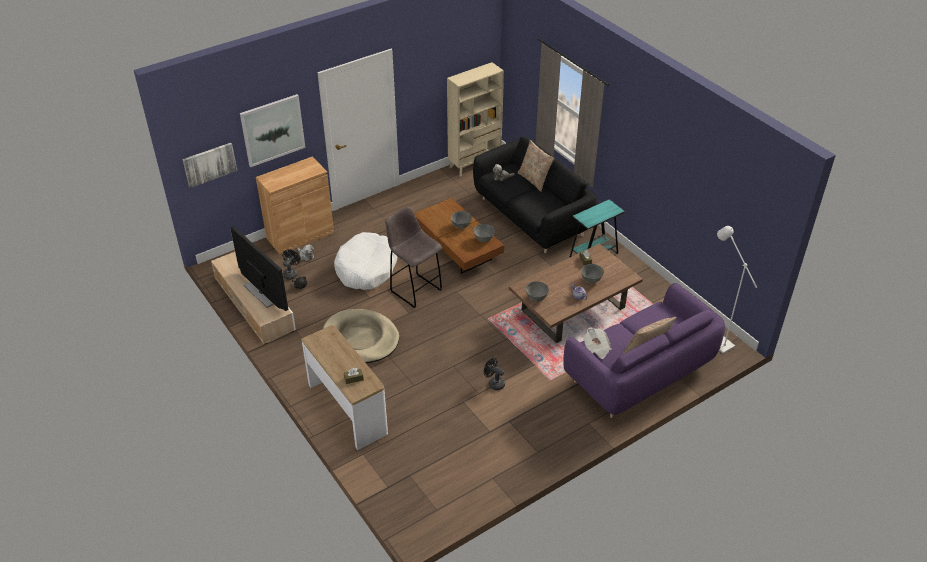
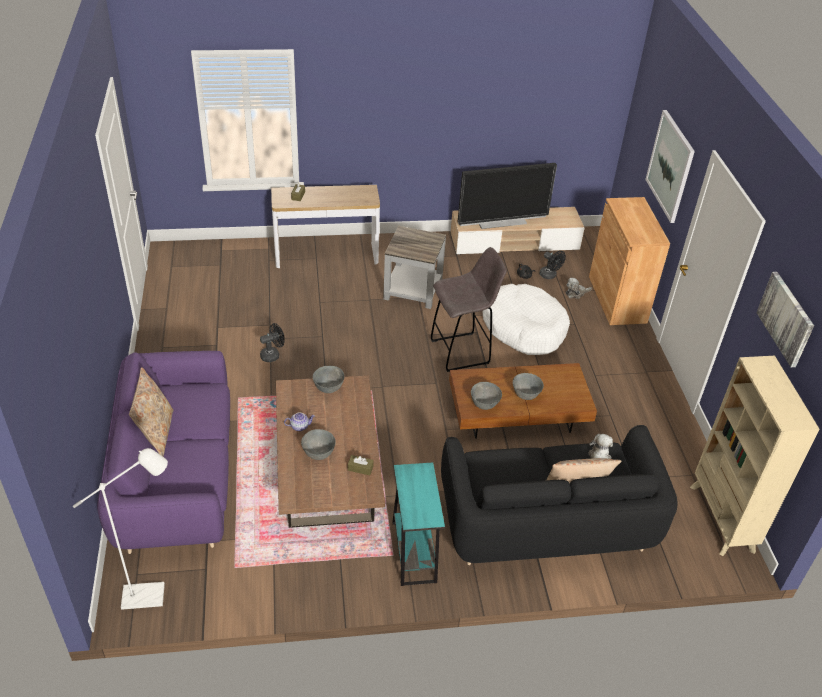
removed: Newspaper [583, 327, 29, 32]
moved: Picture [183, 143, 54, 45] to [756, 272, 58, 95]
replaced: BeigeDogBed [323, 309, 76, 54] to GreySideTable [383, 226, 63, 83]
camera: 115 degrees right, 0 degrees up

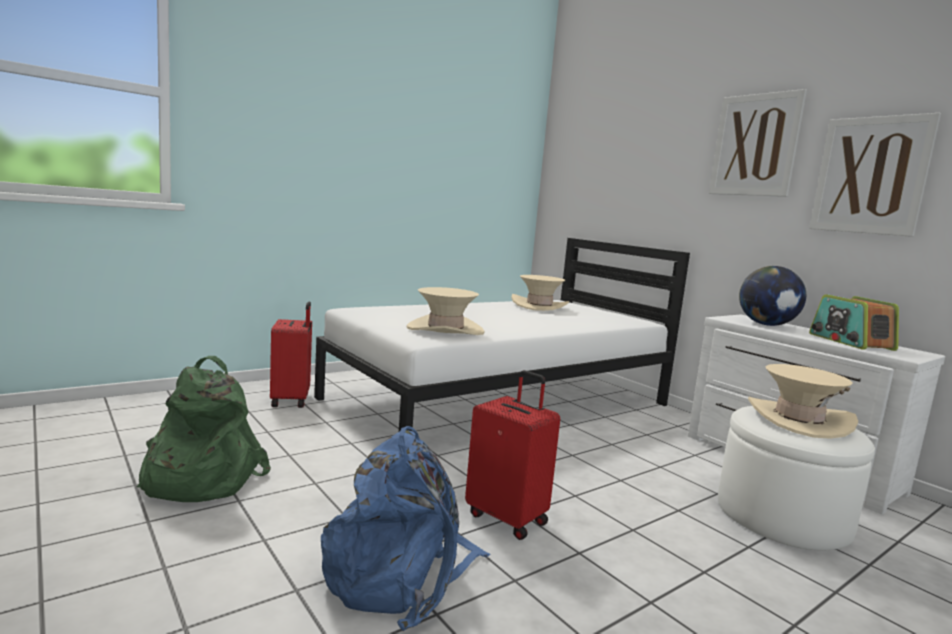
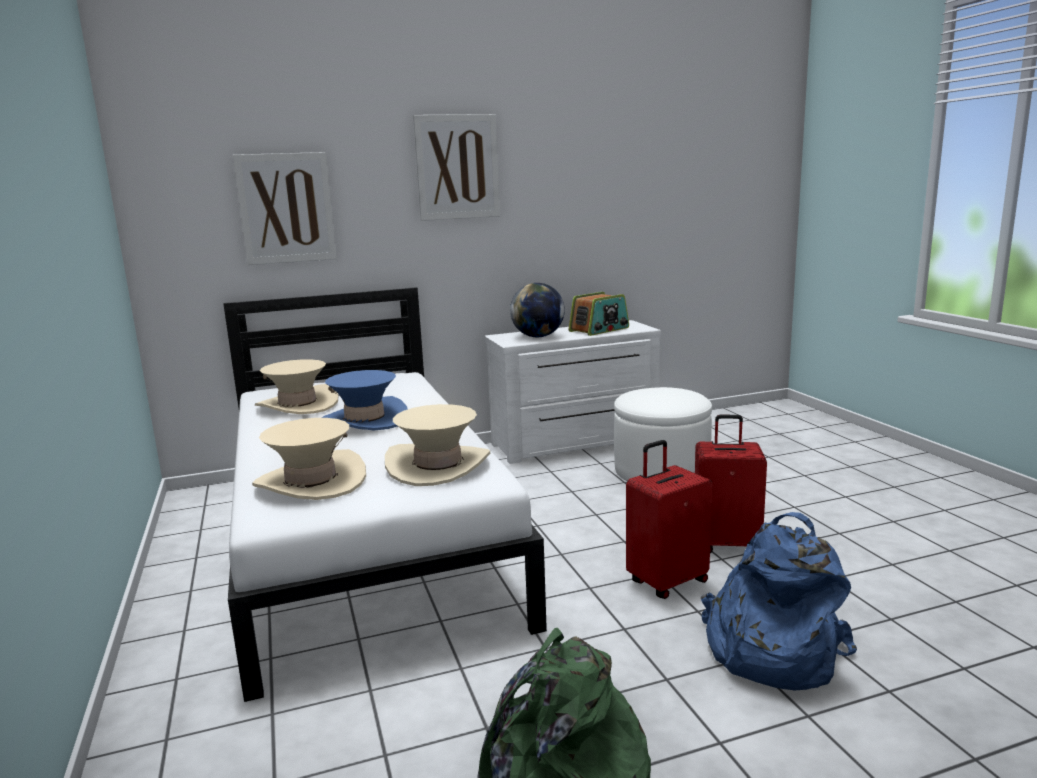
added: BlueHat [322, 370, 86, 60]
moved: RedSuitcase [270, 302, 42, 106] to [695, 415, 72, 138]; BeigeHat [748, 364, 110, 75] to [252, 418, 114, 82]; Picture [809, 113, 132, 124] to [233, 152, 104, 113]
turned: Radio [809, 294, 90, 57] = [568, 292, 61, 44] 45 degrees counterclockwise
camera: 70 degrees left, 5 degrees up

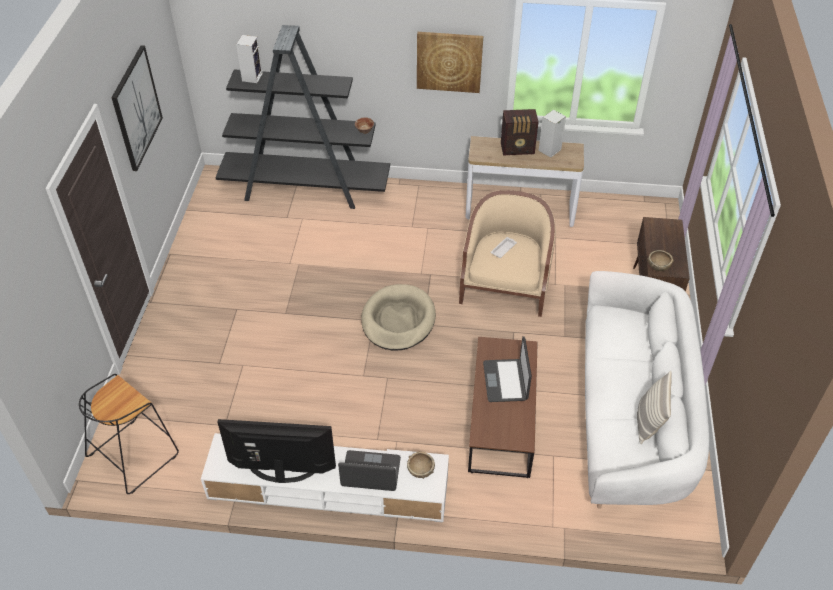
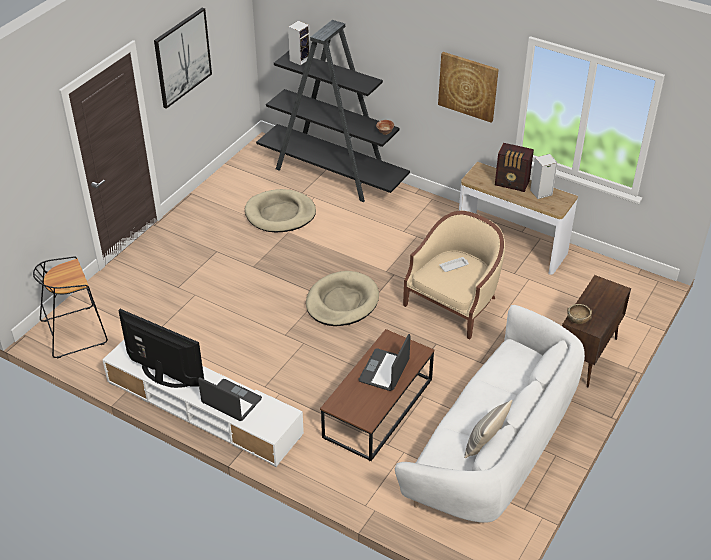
removed: BrownBowl [407, 451, 28, 28]
added: BeigeDogBed [245, 189, 71, 43]
camera: 25 degrees right, 5 degrees down

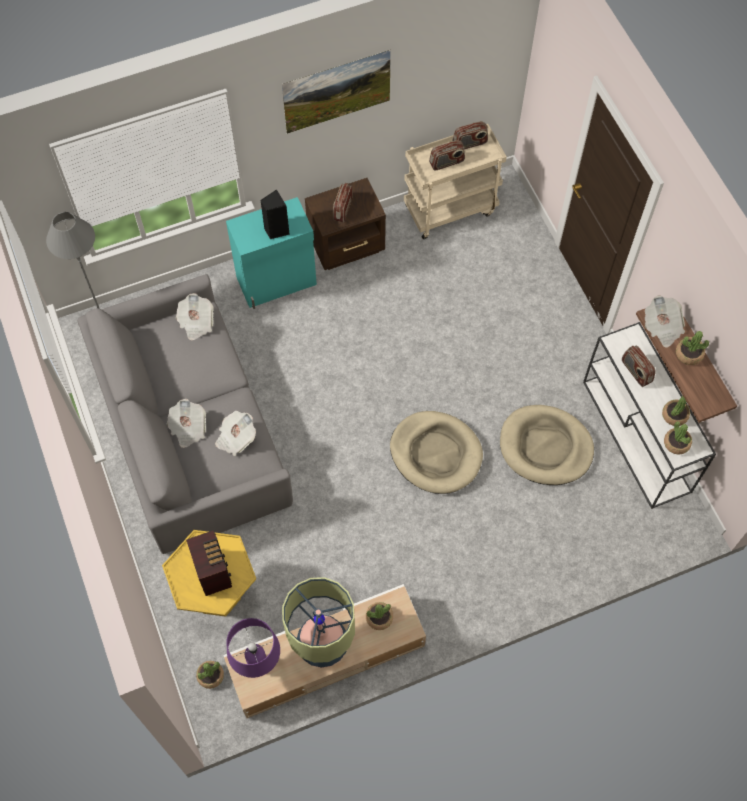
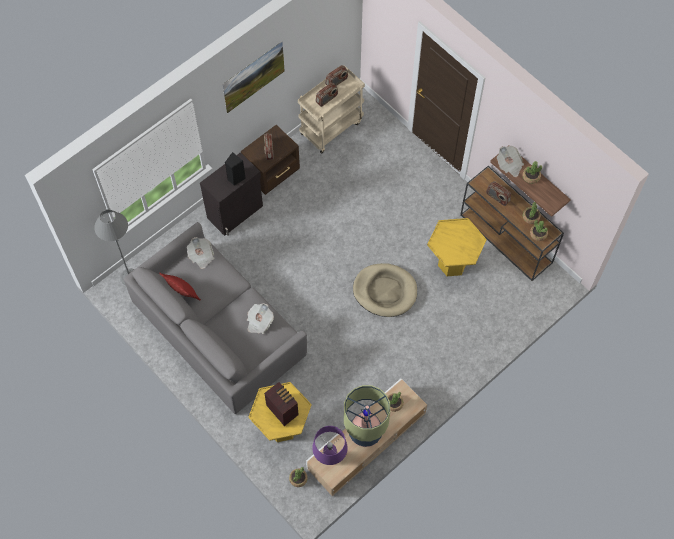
removed: Newspaper [167, 399, 39, 49]
added: RedPillow [159, 273, 42, 28]
replaced: BeigeDogBed [500, 405, 94, 80] to YellowSideTable [427, 218, 60, 58]
recoloured: TurquoiseCabinet [226, 197, 91, 112] to BlackCabinet [200, 152, 63, 84]; WhiteConsoleTable [583, 322, 133, 187] to BrownConsoleTable [460, 166, 104, 115]
camera: 20 degrees left, 0 degrees up

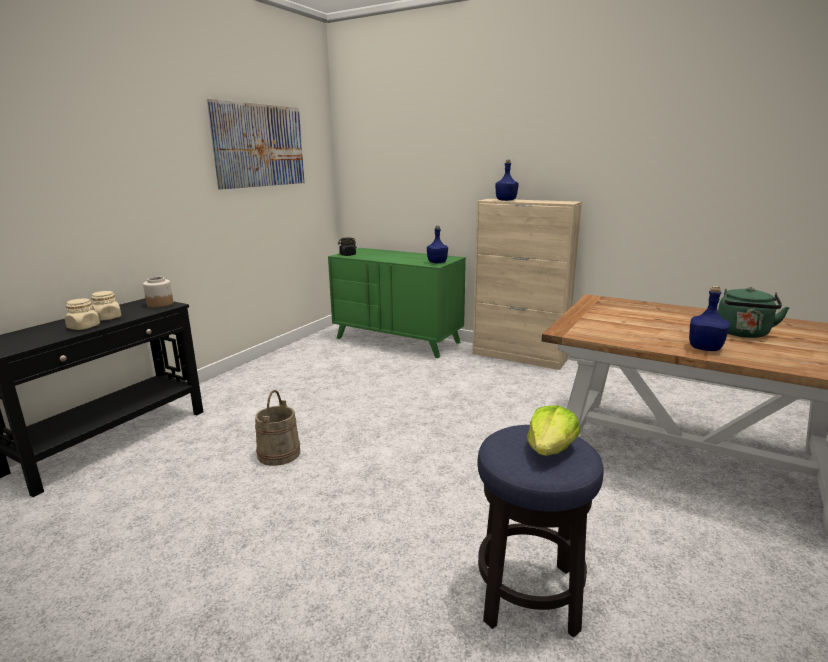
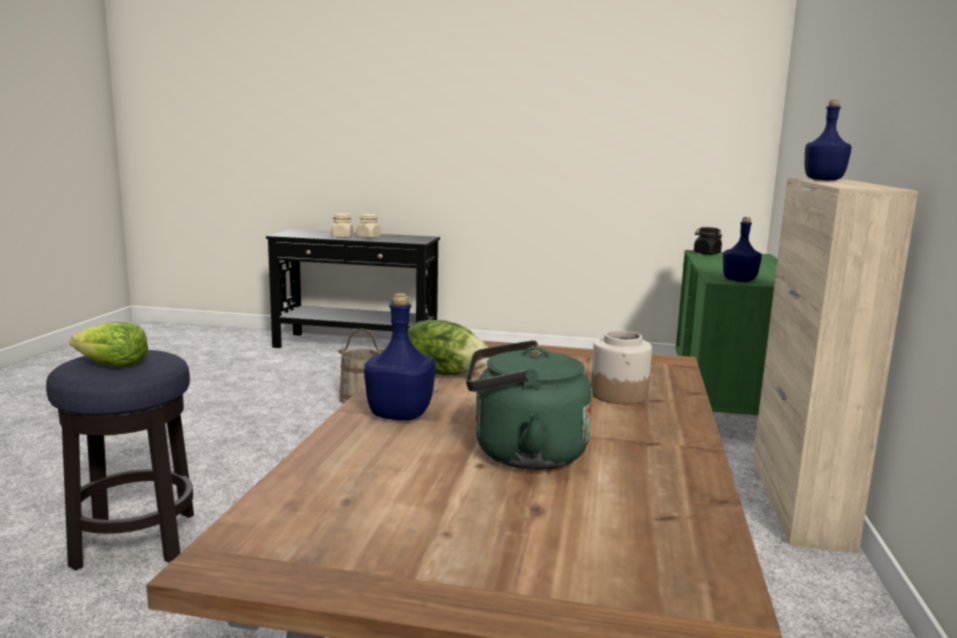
removed: Picture [207, 99, 97, 90]
added: Lettuce [408, 320, 81, 55]
moved: Jar [143, 277, 30, 31] to [591, 331, 61, 73]
camera: 70 degrees right, 5 degrees down

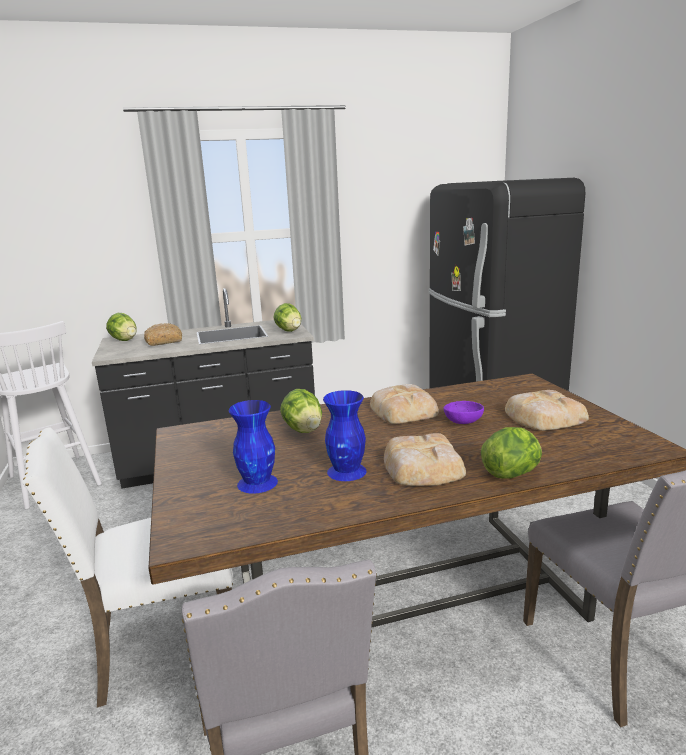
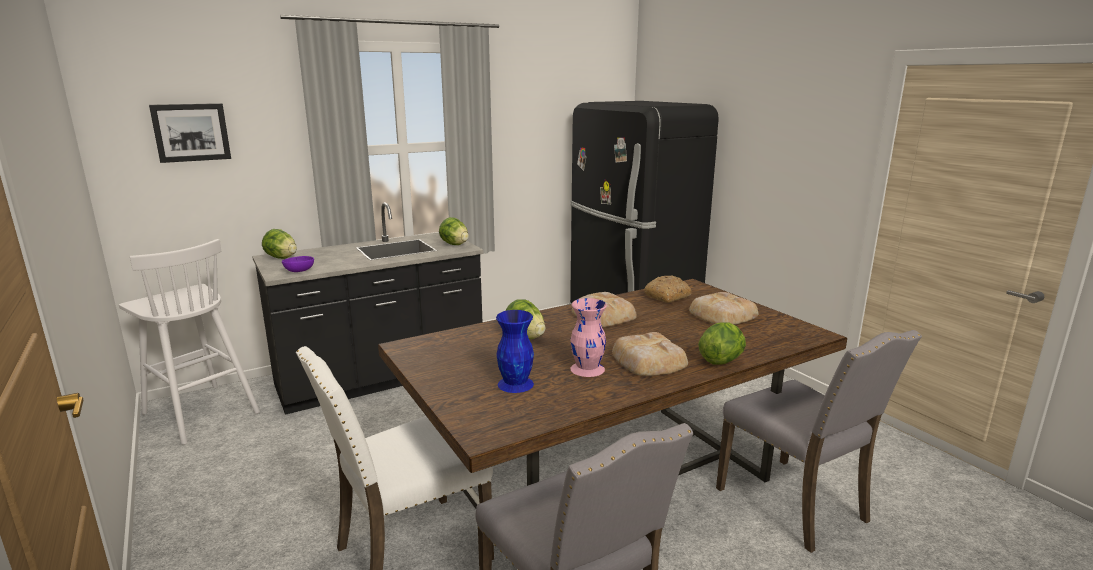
added: Picture [149, 103, 82, 60]
moved: Bread [144, 323, 38, 23] to [644, 275, 47, 28]; PurpleBowl [444, 401, 40, 23] to [282, 256, 32, 16]
recoloured: BlueVase [323, 390, 44, 91] to PinkVase [570, 298, 37, 79]
camera: 15 degrees left, 0 degrees up

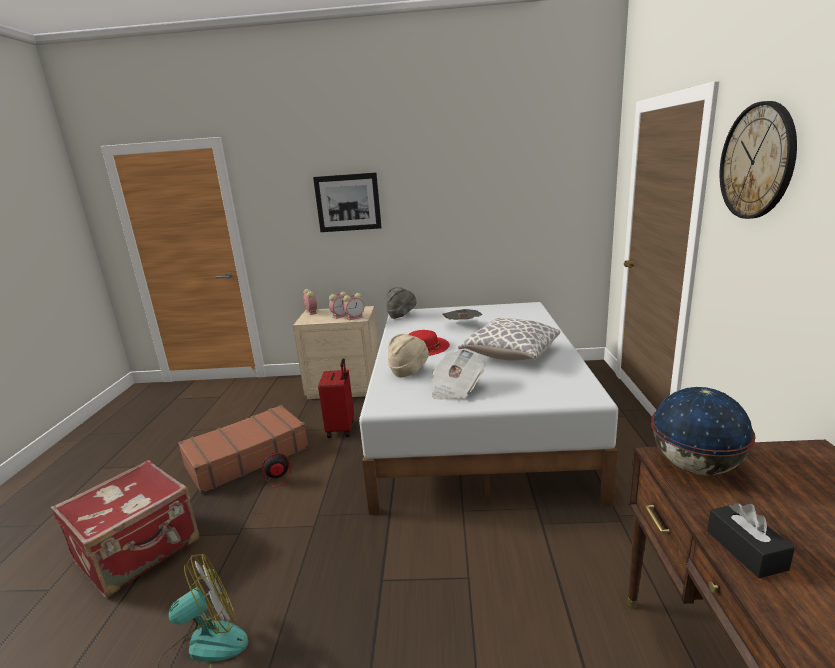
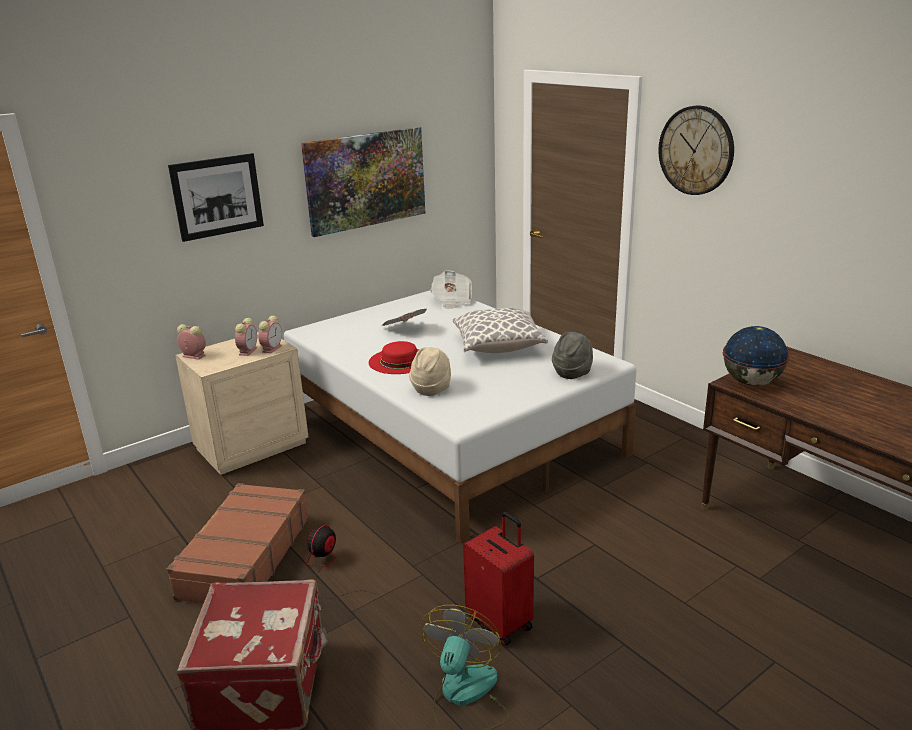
removed: BlackTissueBox [707, 503, 88, 75]
added: Picture [301, 127, 124, 110]
moved: RedSuitcase [318, 358, 36, 80] to [463, 512, 71, 134]; GreyHat [386, 287, 31, 32] to [552, 332, 41, 47]; Newspaper [431, 349, 54, 51] to [430, 270, 42, 39]
camera: 40 degrees left, 5 degrees up

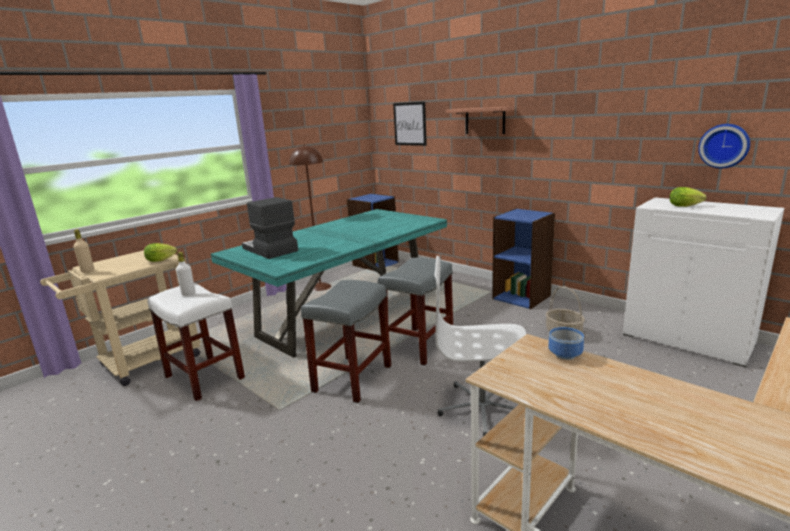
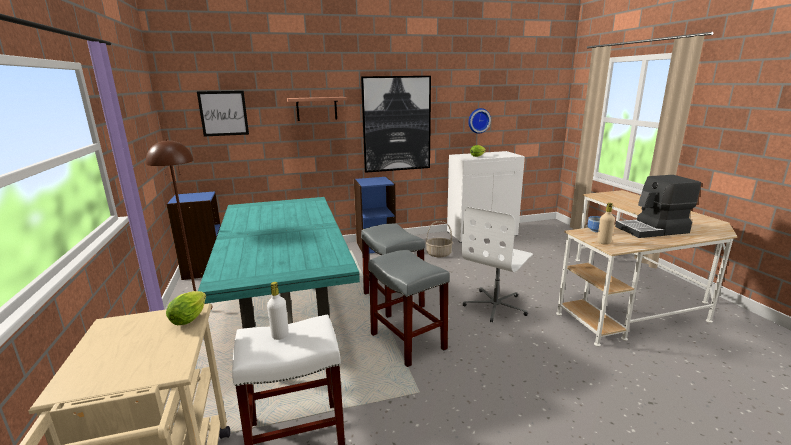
added: Picture [361, 76, 70, 97]
moved: BeigeBottle [73, 229, 21, 44] to [597, 203, 18, 42]; CoffeeMachine [242, 197, 56, 62] to [615, 175, 86, 63]
camera: 60 degrees left, 0 degrees up

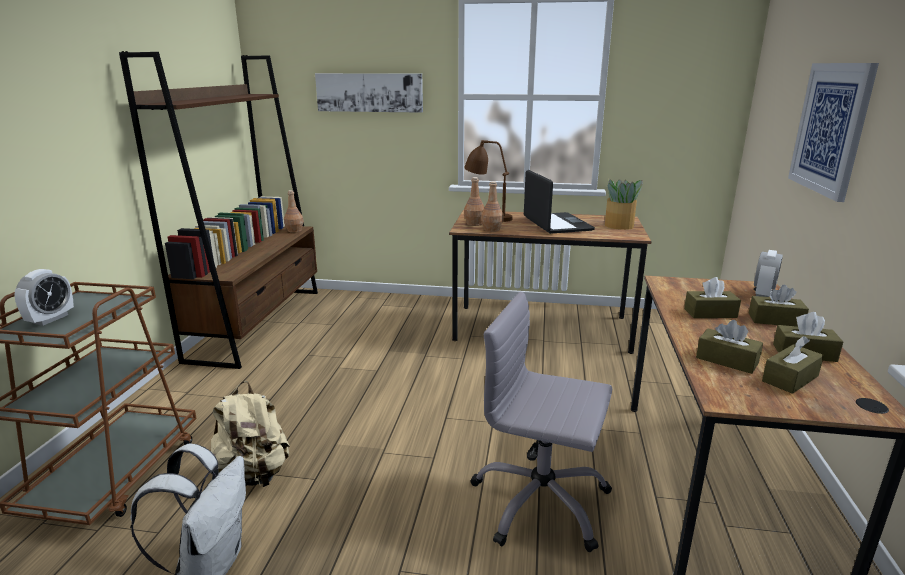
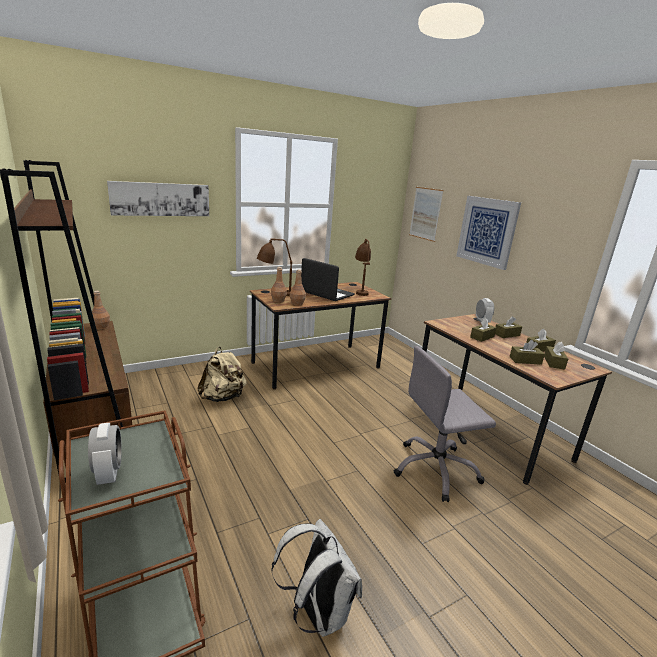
added: Picture [409, 187, 35, 55]
moved: BeigeBackpack [211, 381, 79, 107] to [198, 347, 49, 55]
replaced: PottedPlant [605, 178, 39, 52] to BrownTableLamp [355, 239, 16, 57]
camera: 40 degrees left, 0 degrees up

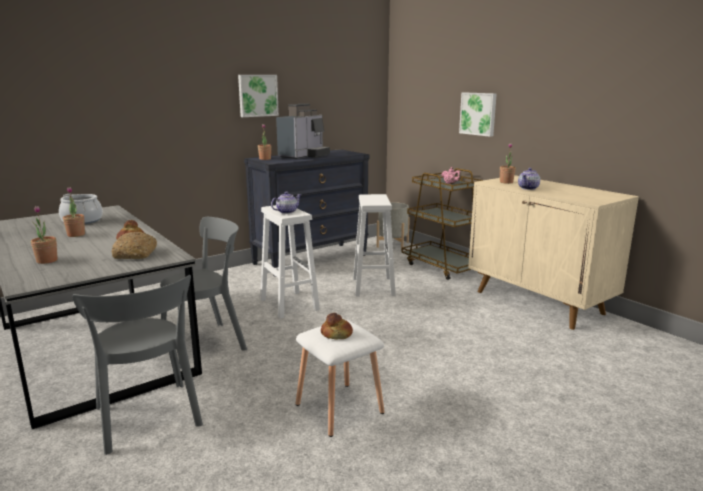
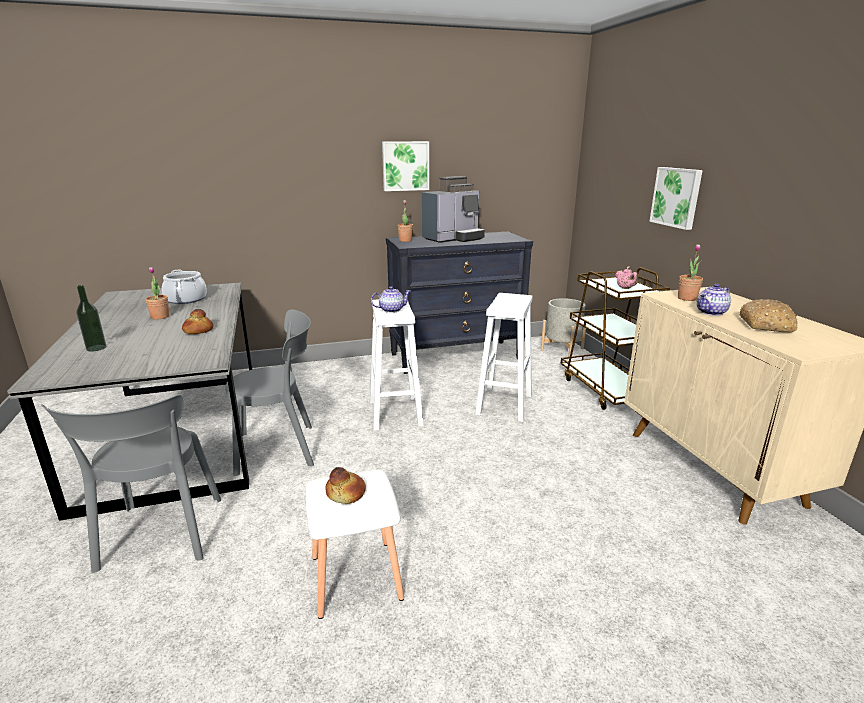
moved: Bread [112, 232, 45, 27] to [740, 299, 58, 33]
replaced: PottedPlant [31, 206, 27, 58] to Bottle [76, 285, 30, 67]
camera: 20 degrees right, 5 degrees up

